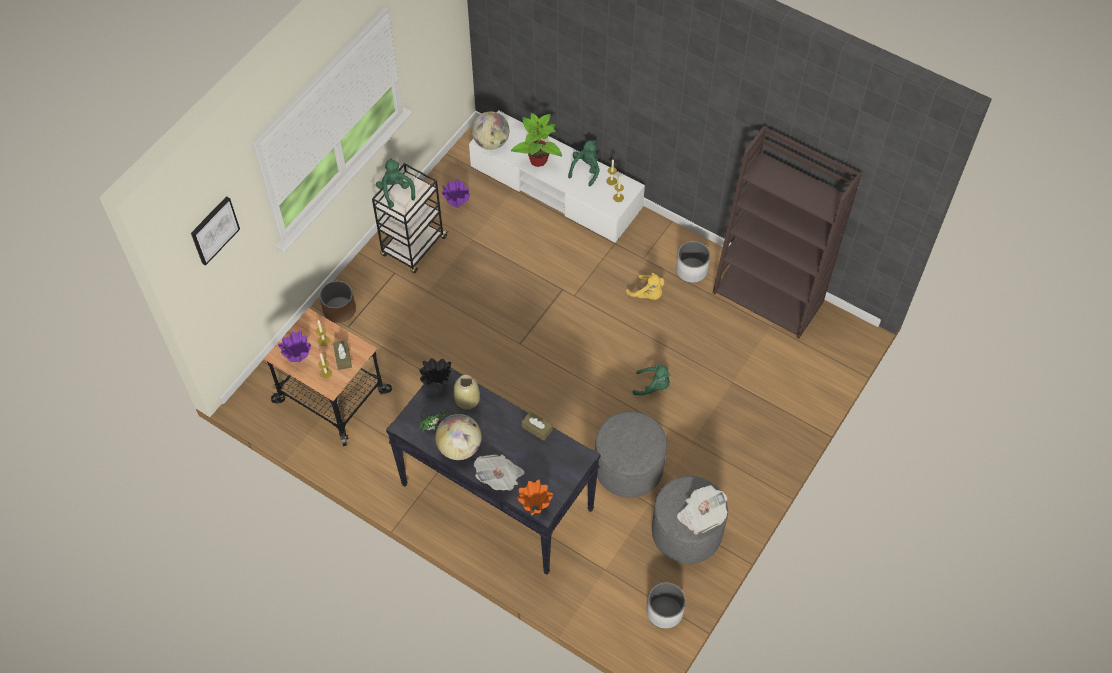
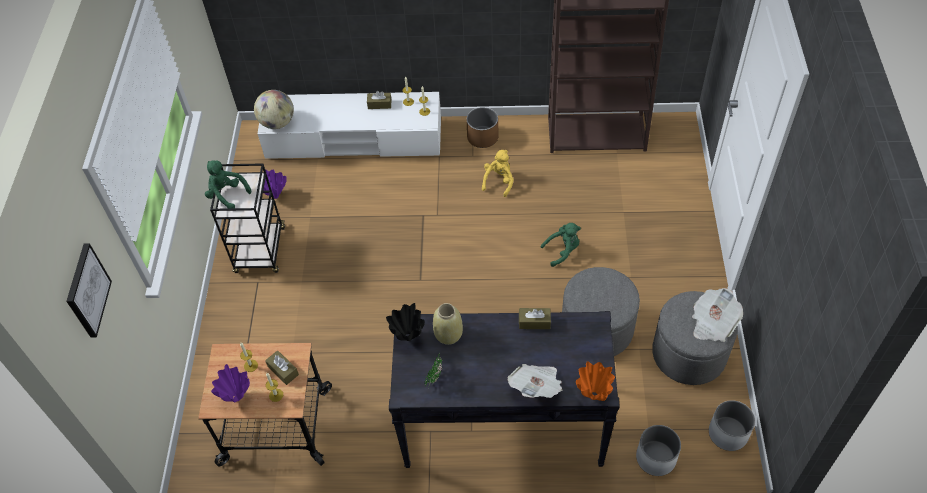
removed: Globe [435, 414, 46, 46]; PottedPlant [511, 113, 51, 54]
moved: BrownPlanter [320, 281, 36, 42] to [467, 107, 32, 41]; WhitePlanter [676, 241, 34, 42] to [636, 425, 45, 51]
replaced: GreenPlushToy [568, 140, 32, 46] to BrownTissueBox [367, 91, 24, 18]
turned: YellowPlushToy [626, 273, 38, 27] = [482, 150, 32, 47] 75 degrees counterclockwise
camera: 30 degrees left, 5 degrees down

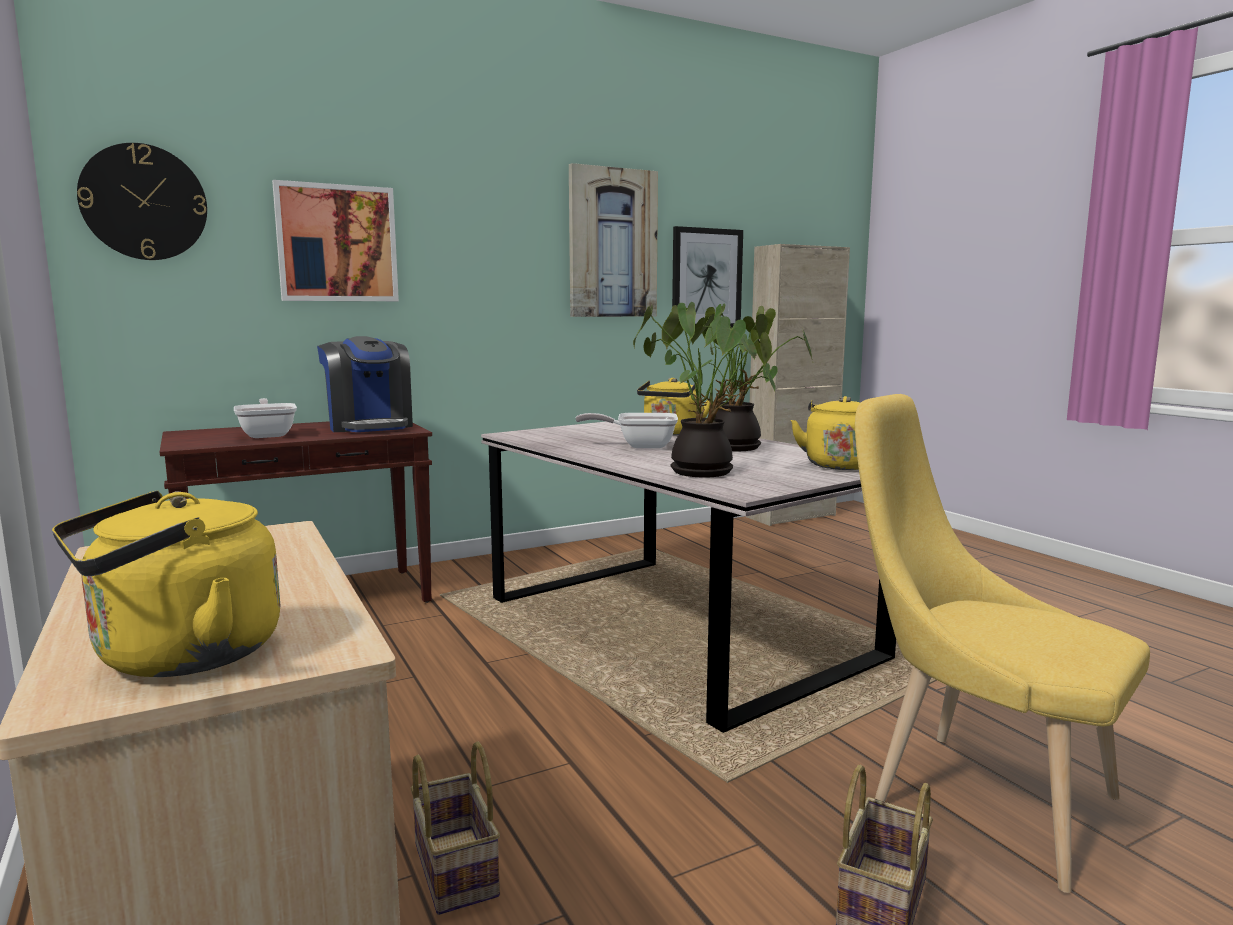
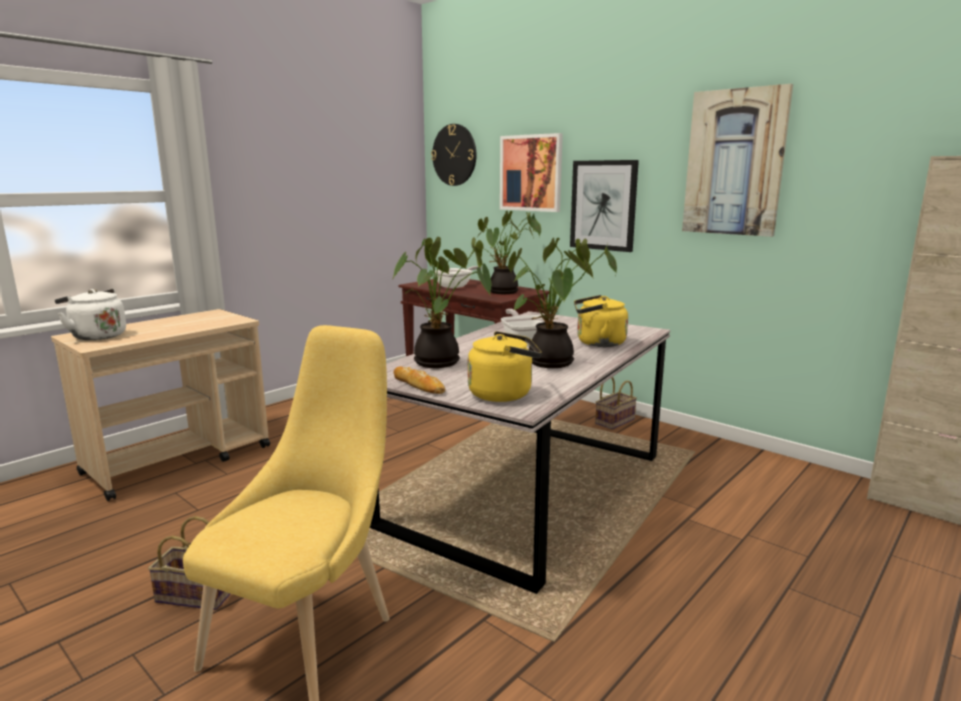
added: Bread [394, 366, 51, 28]
moved: Basket [411, 741, 89, 174] to [595, 377, 42, 53]; Picture [672, 226, 71, 101] to [570, 160, 69, 92]
replaced: CoffeeMachine [317, 336, 96, 96] to PottedPlant [472, 211, 69, 83]
recoloured: YellowKettle [52, 491, 228, 186] to WhiteKettle [55, 289, 71, 51]
camera: 70 degrees right, 5 degrees up

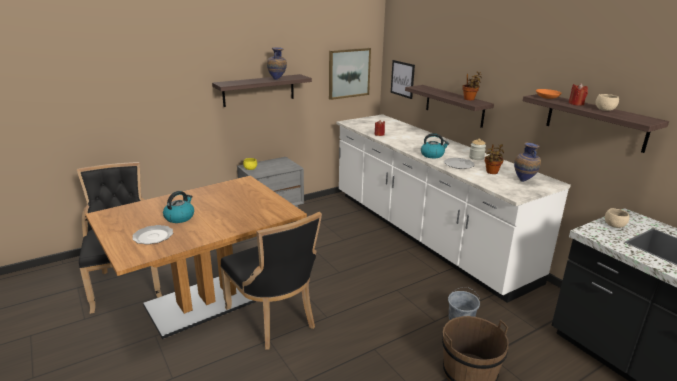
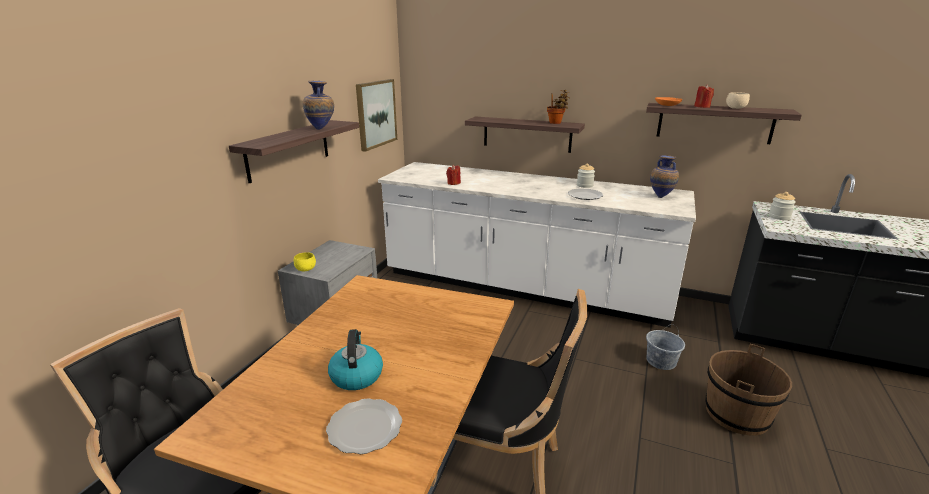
removed: Picture [391, 60, 24, 39]; Kettle [421, 133, 28, 25]; PottedPlant [485, 144, 19, 30]
replaced: BeigeBowl [605, 208, 25, 20] to Jar [769, 192, 27, 28]
camera: 35 degrees left, 0 degrees up

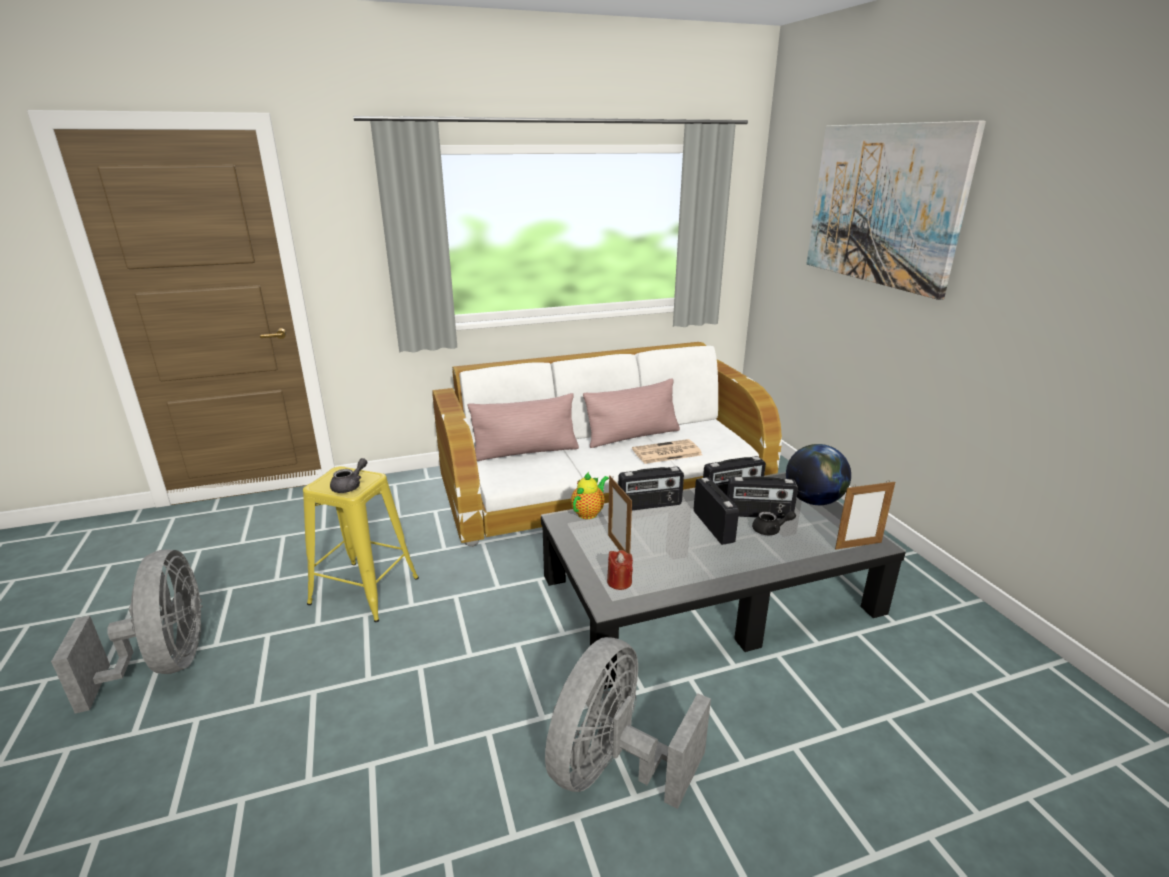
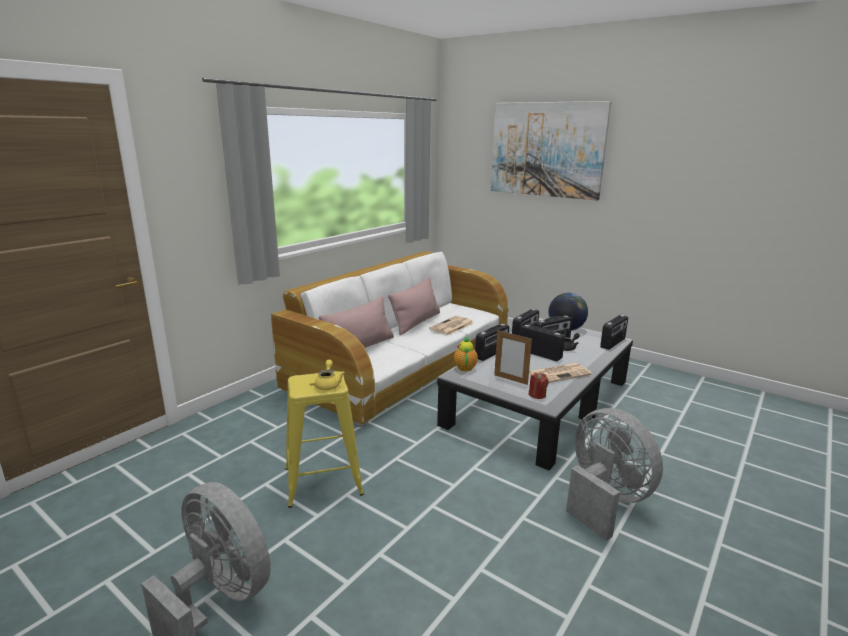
added: Newspaper [529, 363, 63, 20]
replaced: PictureFrame [835, 480, 60, 70] to Radio [600, 315, 28, 35]
recoloured: GreyTeapot [330, 458, 37, 35] to YellowTeapot [315, 360, 30, 30]
turned: GreyFan [545, 637, 166, 172] = [566, 408, 97, 133] 150 degrees clockwise
camera: 35 degrees left, 5 degrees down

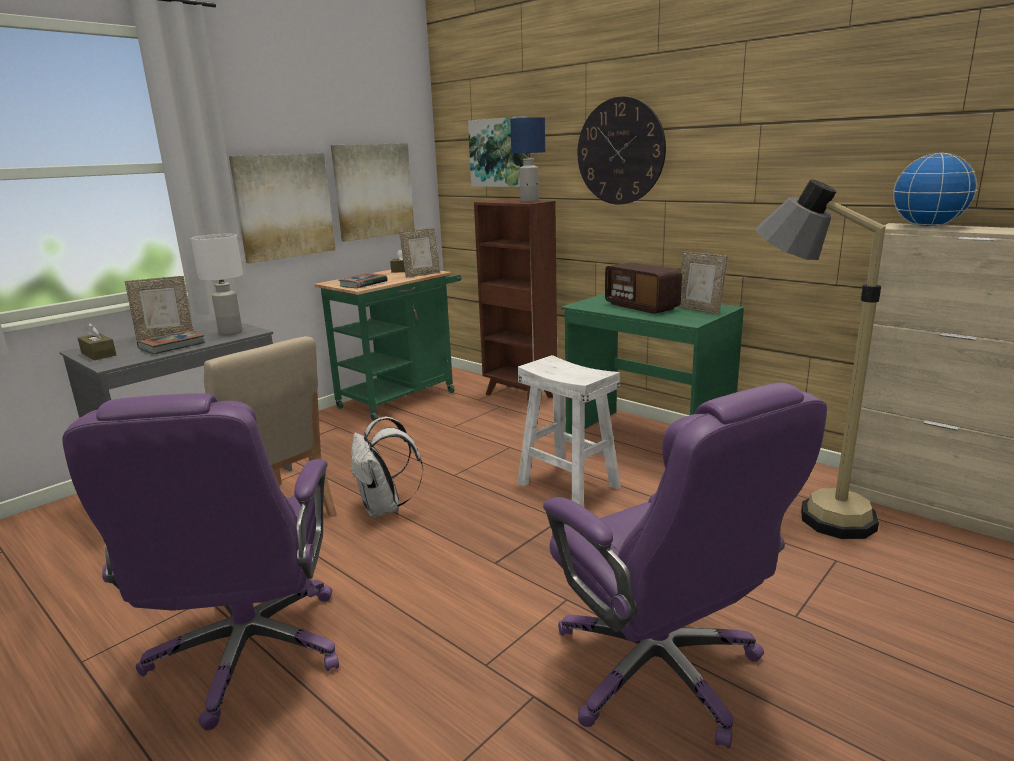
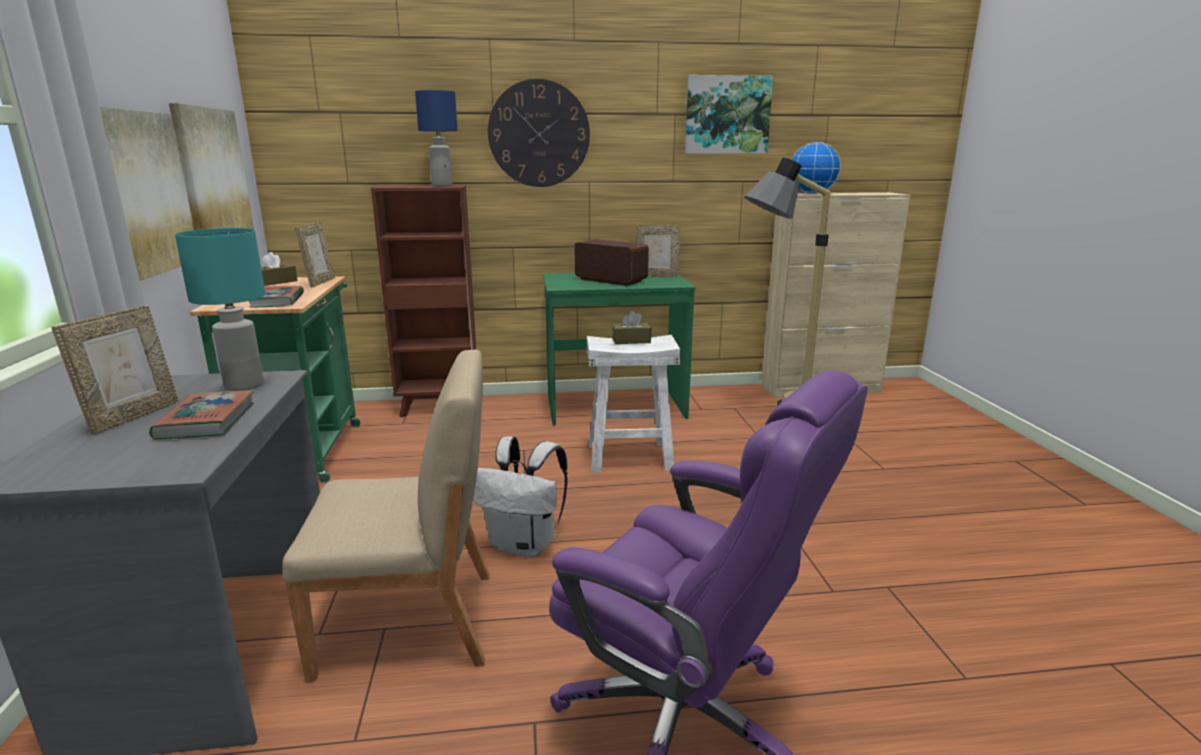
removed: PurpleOfficeChair [543, 382, 284, 367]
moved: BrownTissueBox [78, 323, 38, 37] to [612, 311, 39, 33]; Picture [468, 116, 60, 71] to [685, 75, 88, 79]
recoloured: WhiteTableLamp [191, 234, 52, 101] to TurquoiseTableLamp [175, 228, 90, 163]
turned: Radio [605, 262, 77, 52] = [574, 239, 75, 47] 150 degrees counterclockwise
camera: 50 degrees left, 0 degrees up

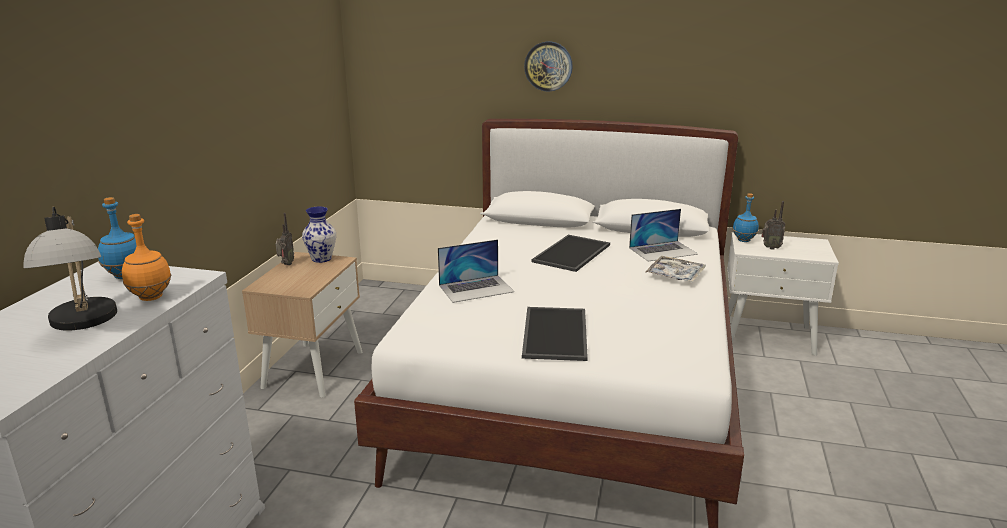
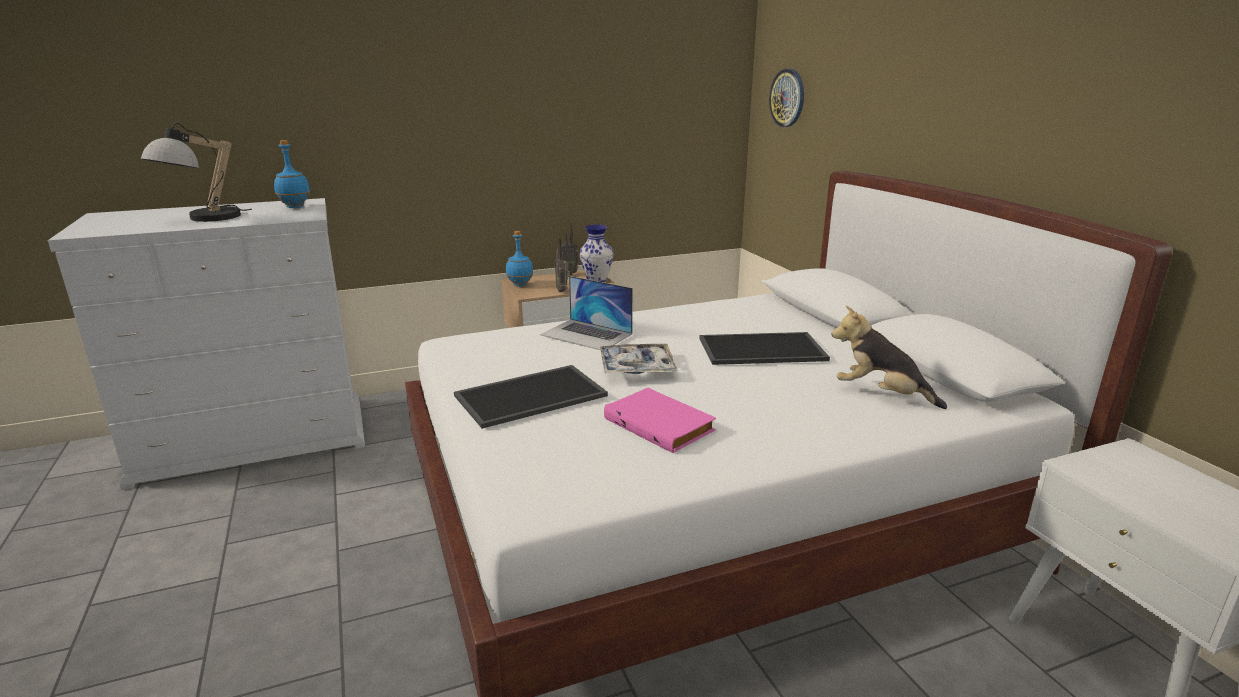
removed: OrangeBottle [122, 214, 49, 87]
added: PinkBook [604, 388, 112, 65]
moved: WallClock [524, 41, 49, 50] to [769, 69, 35, 58]; Tray [646, 256, 60, 26] to [600, 344, 78, 30]; BlueBottle [733, 193, 26, 49] to [506, 231, 28, 56]; Radio [762, 201, 23, 49] to [555, 237, 15, 55]
replaced: Laptop [629, 209, 69, 52] to PlushToy [831, 306, 116, 103]
camera: 55 degrees right, 0 degrees up

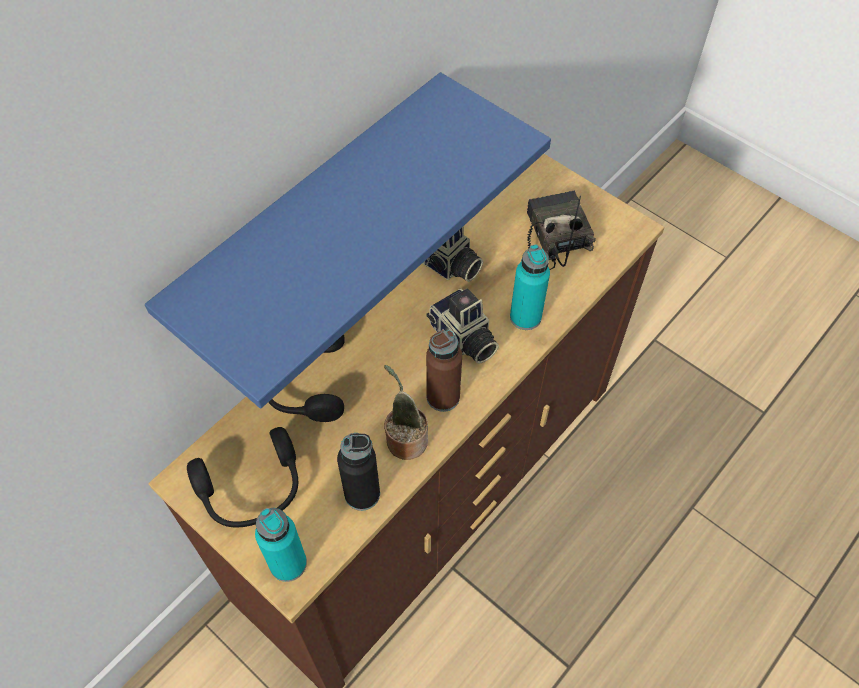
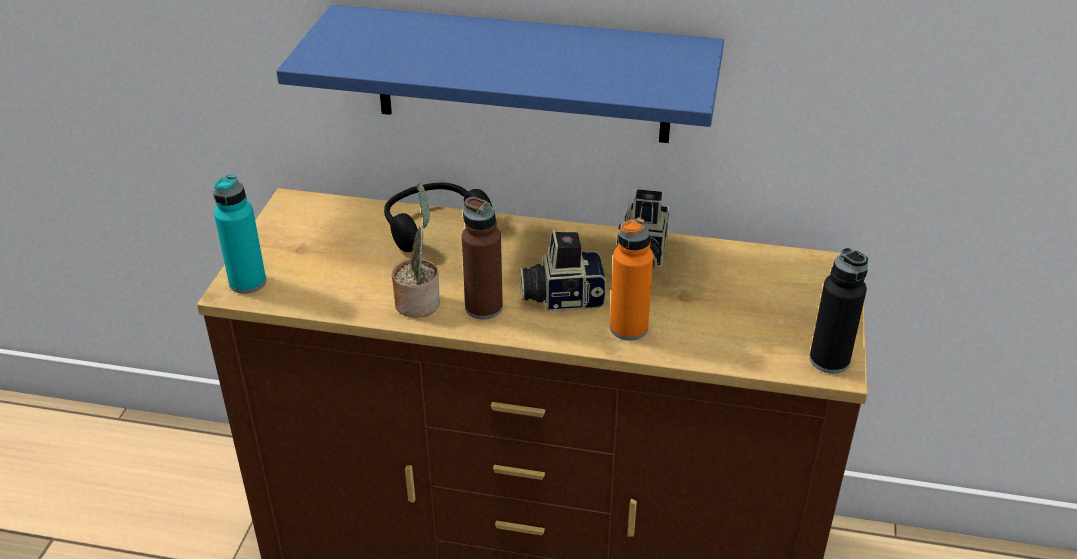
removed: BlackHeadphones [187, 427, 111, 100]; Radio [527, 191, 69, 79]
moved: BlackBottle [337, 433, 43, 78] to [809, 247, 59, 127]
recoloured: TurquoiseBottle [510, 245, 40, 85] to OrangeBottle [610, 218, 44, 123]
turned: PhotoCamera [426, 289, 73, 75] = [520, 230, 87, 81] 60 degrees clockwise
camera: 60 degrees right, 20 degrees down

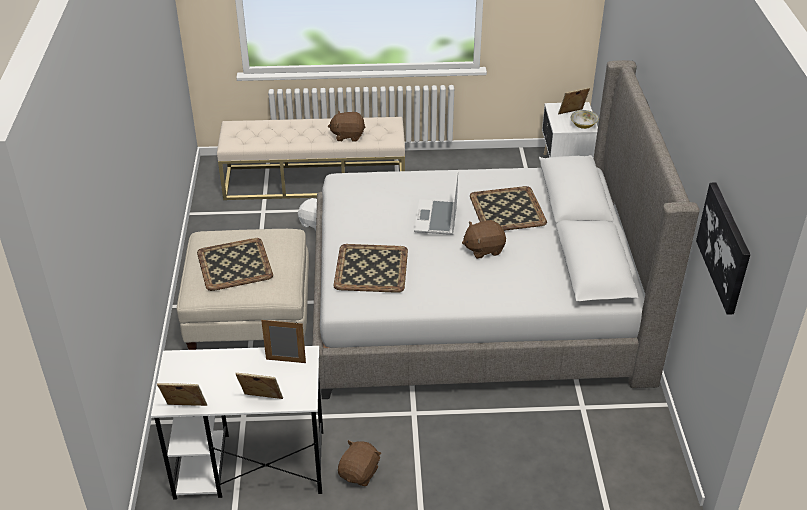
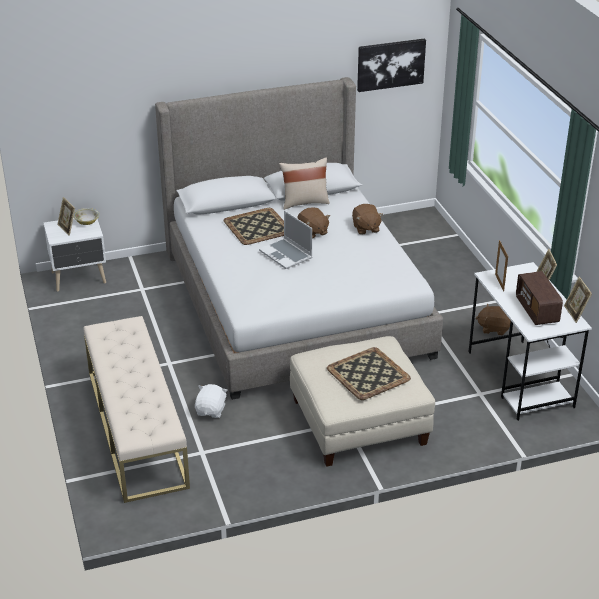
removed: Tray [333, 244, 75, 49]
added: BeigePillow [279, 157, 51, 53]; Radio [516, 271, 47, 54]
moved: BrownPlushToy [328, 110, 38, 32] to [352, 204, 31, 31]
turned: Laptop [414, 171, 44, 64] = [259, 210, 53, 59] 60 degrees clockwise
camera: 105 degrees left, 5 degrees down

